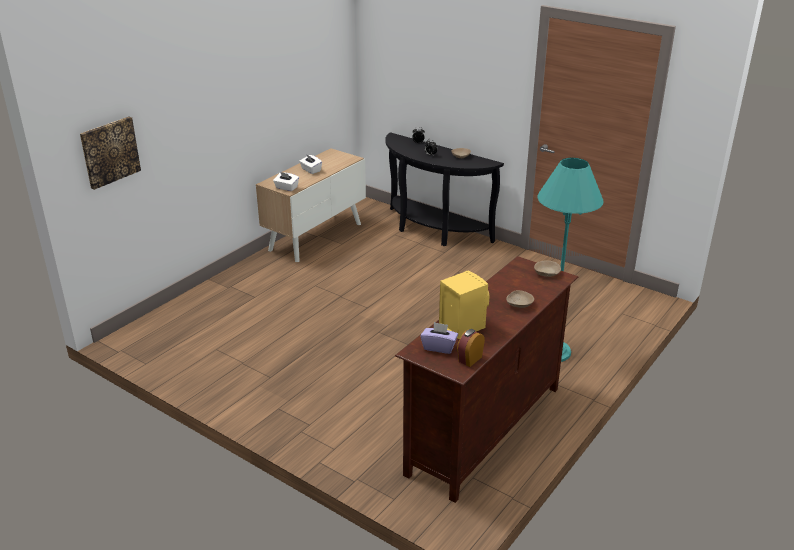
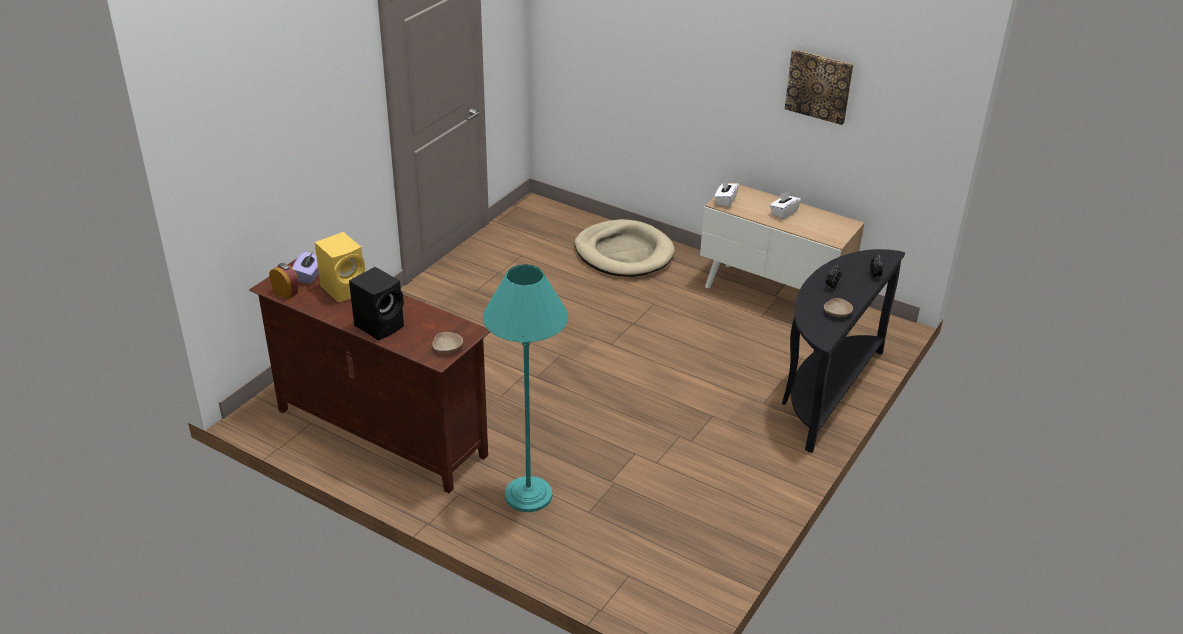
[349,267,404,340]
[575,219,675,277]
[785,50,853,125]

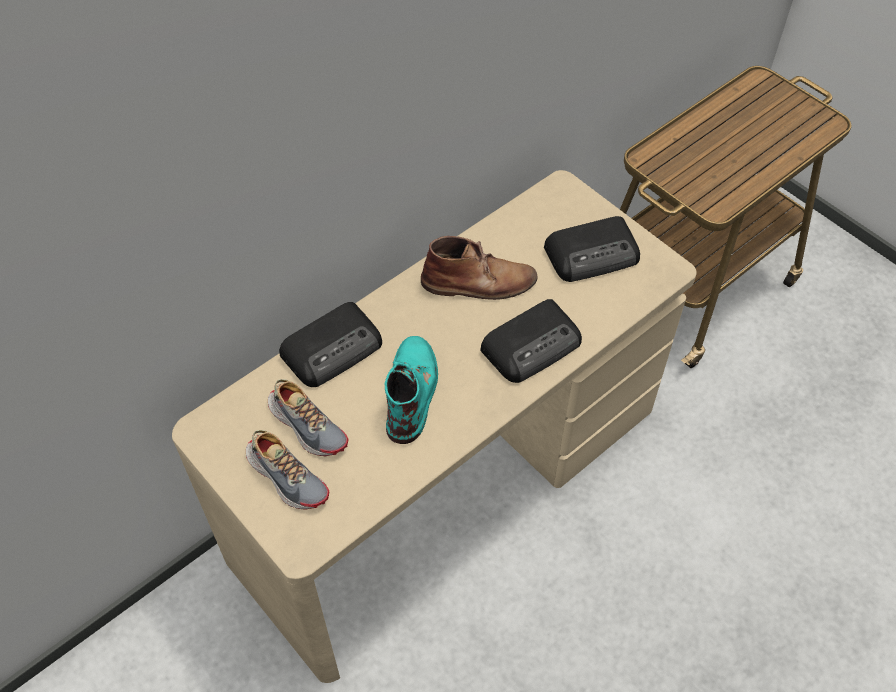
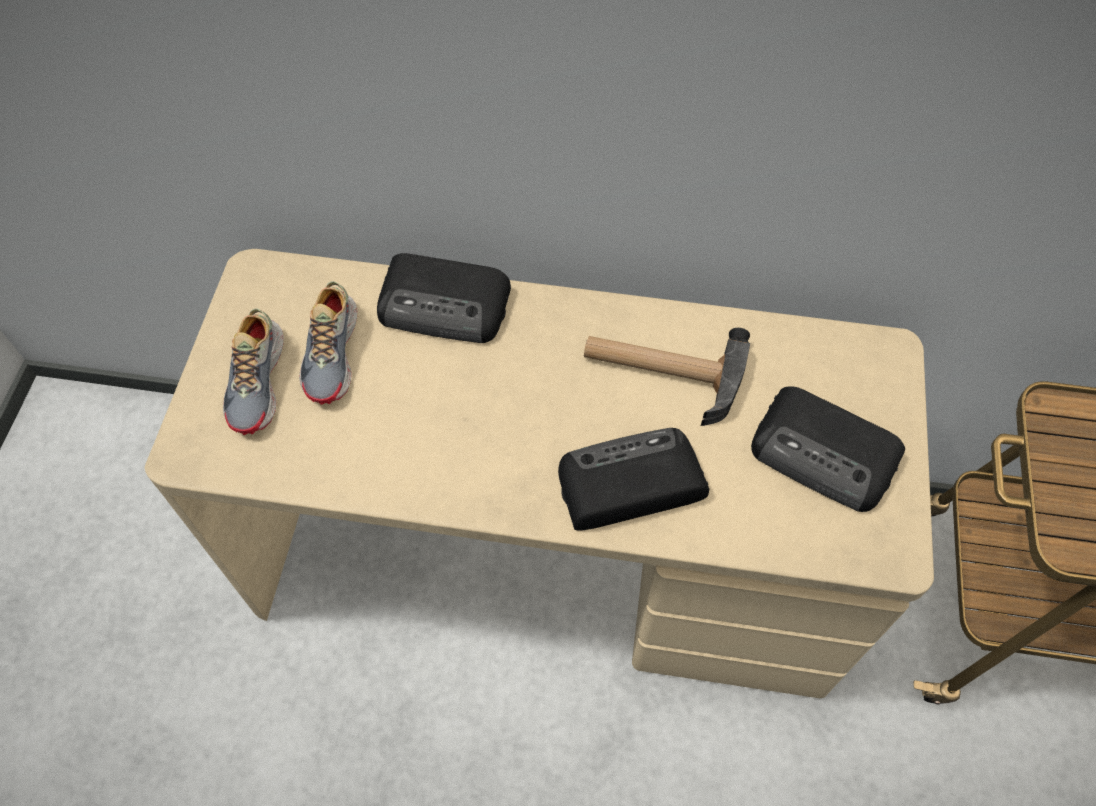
[558,428,709,531]
[584,328,750,426]
[385,336,438,444] (first image)

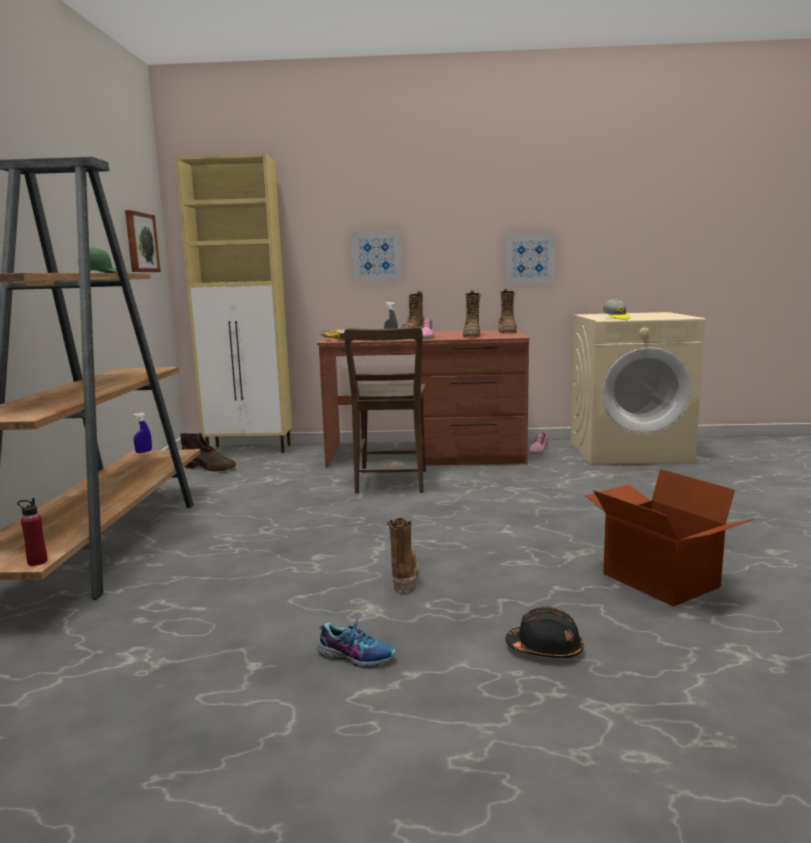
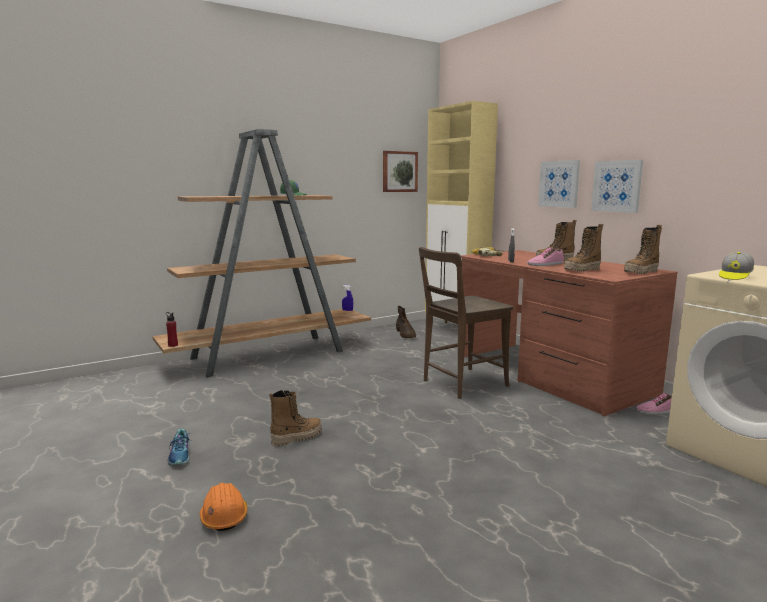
[200,483,247,531]
[591,160,643,213]
[585,469,754,607] (first image)

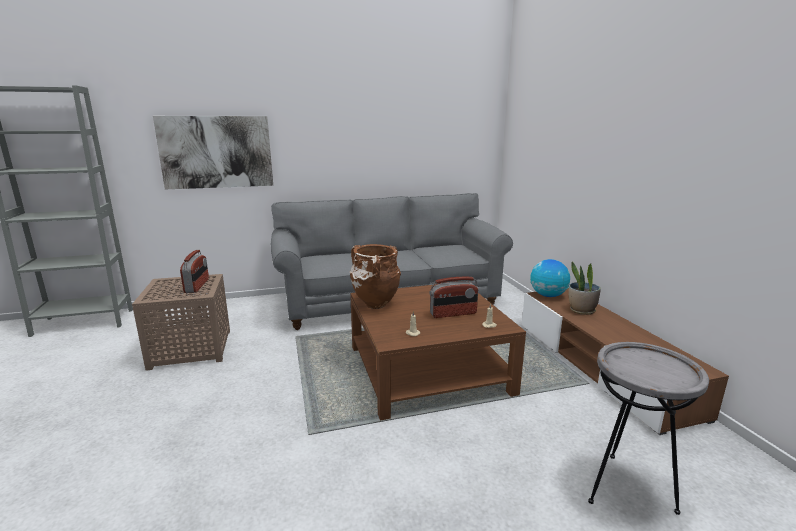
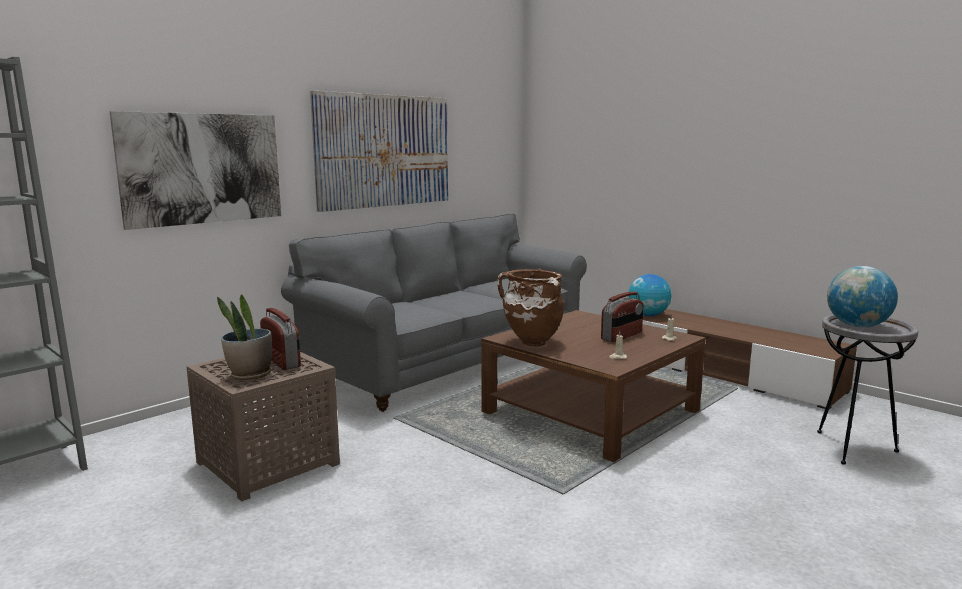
[217,294,272,380]
[310,91,448,212]
[827,266,898,328]

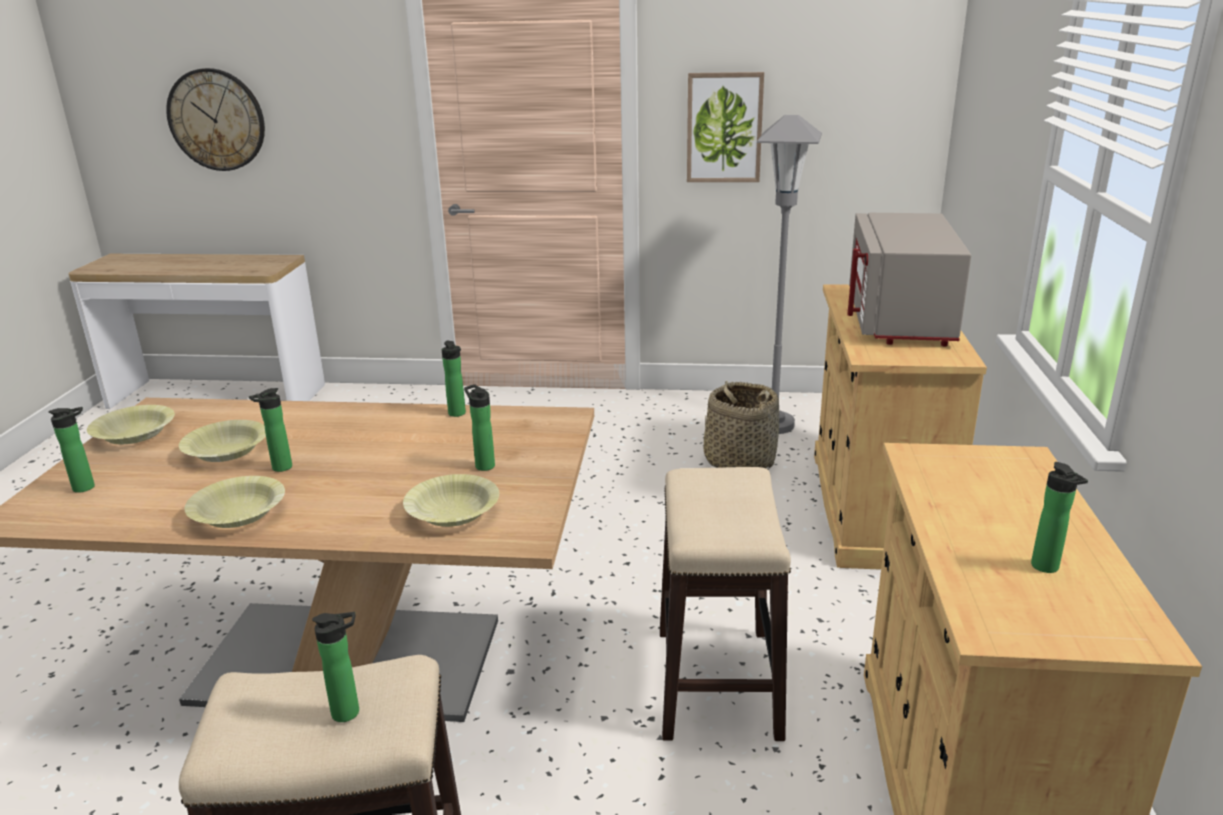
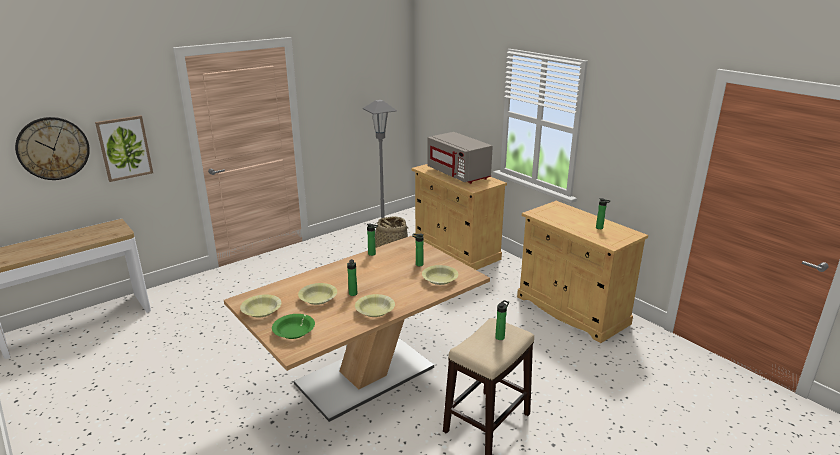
[95,115,153,182]
[272,314,315,339]
[660,467,791,741] (first image)

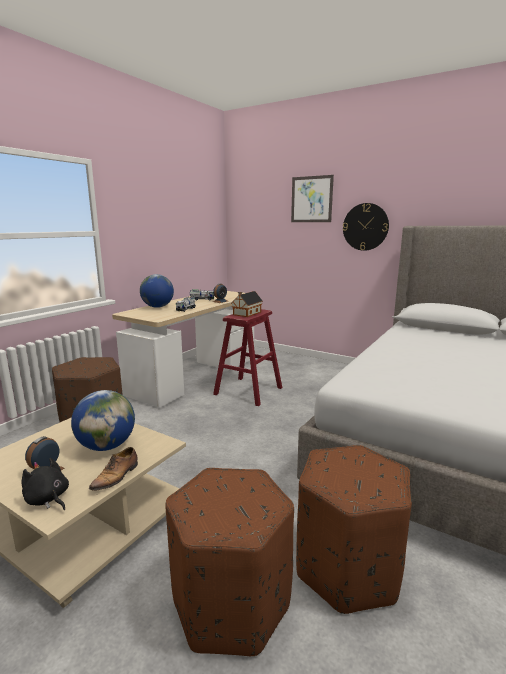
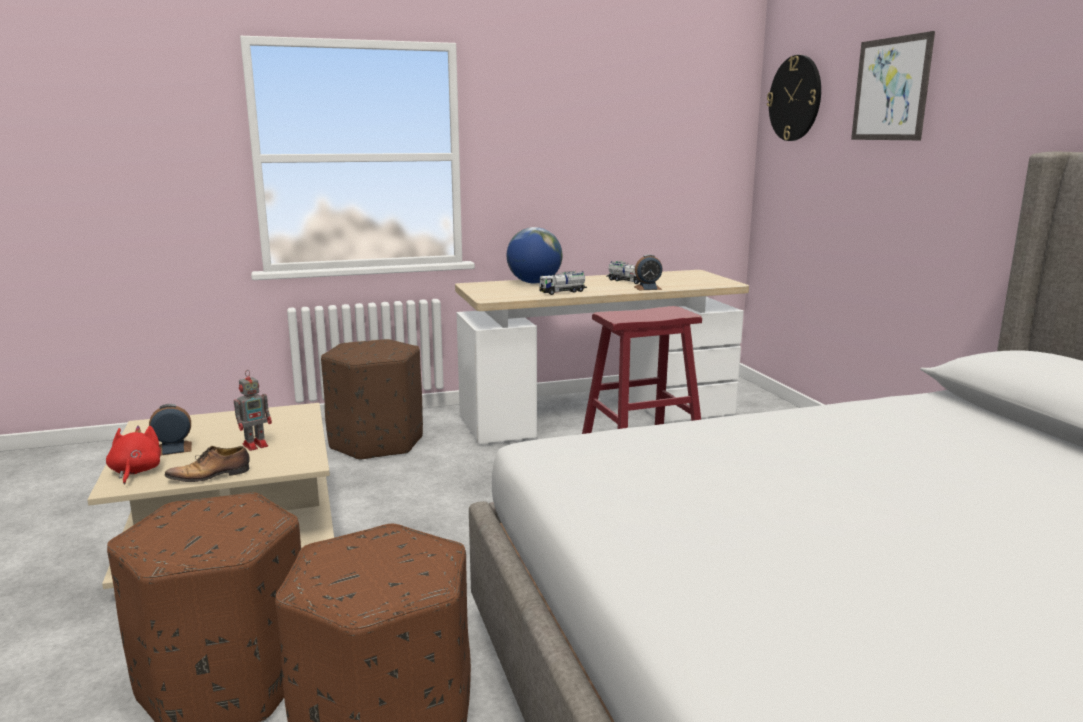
[106,426,161,484]
[234,370,272,451]
[767,55,821,141]
[231,291,263,317] (first image)

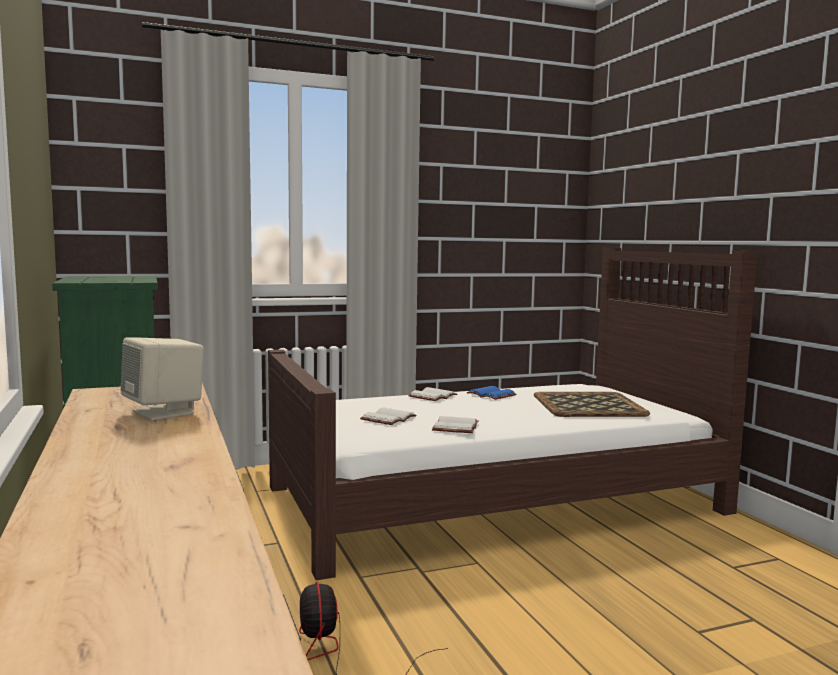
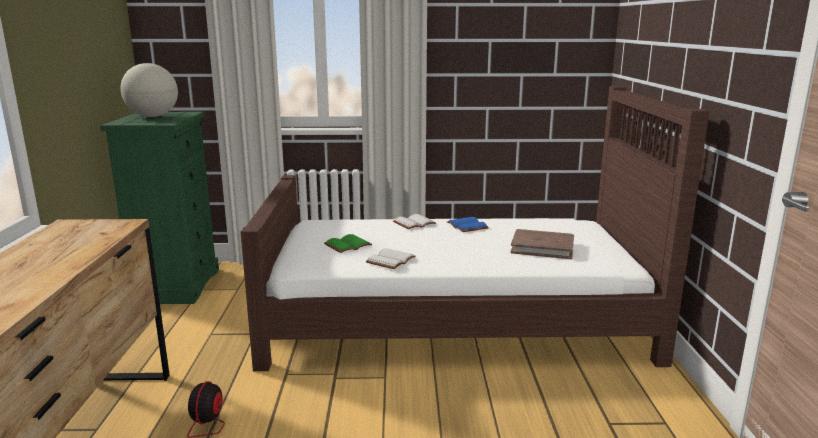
[121,63,178,117]
[324,234,372,253]
[510,229,574,259]
[121,337,204,421] (first image)

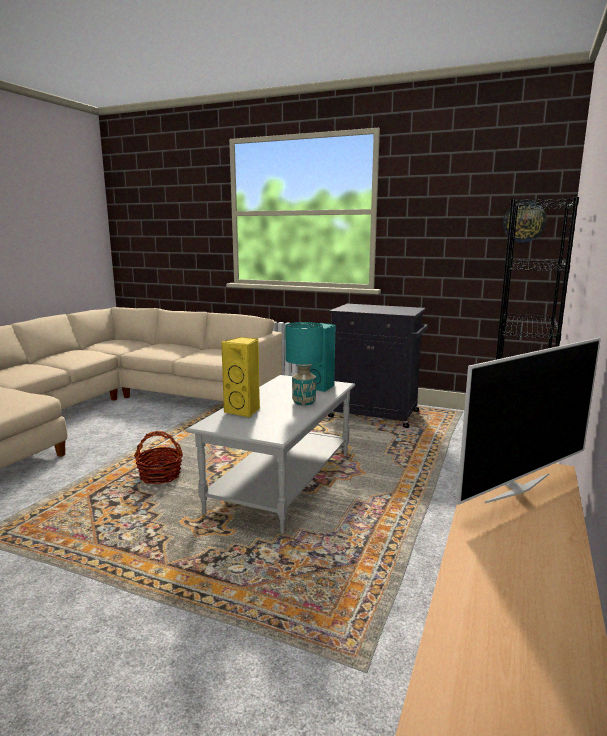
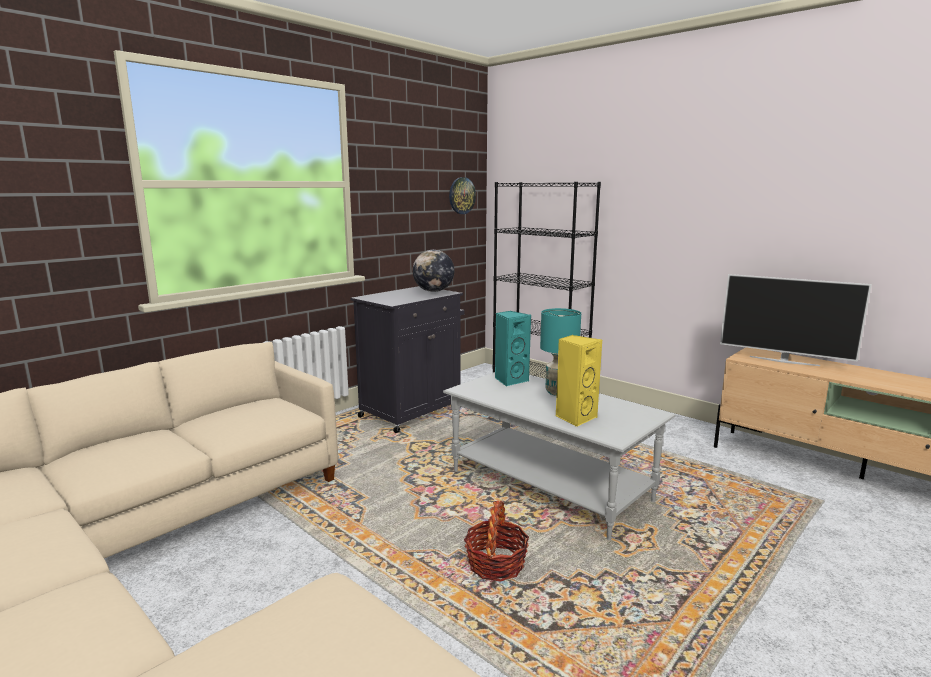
[413,250,454,292]
[720,274,872,366]

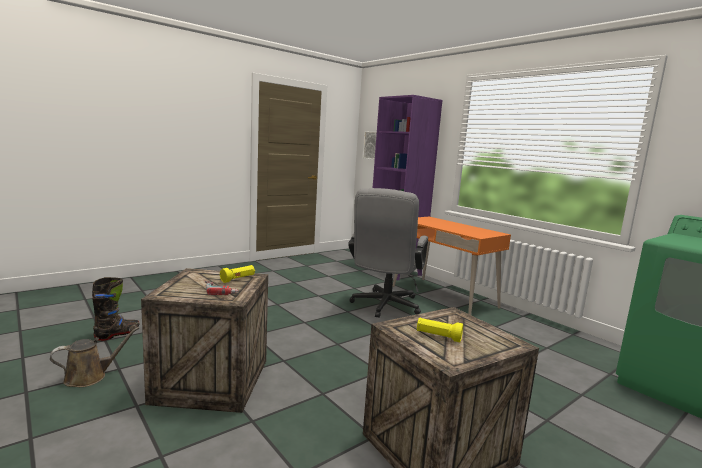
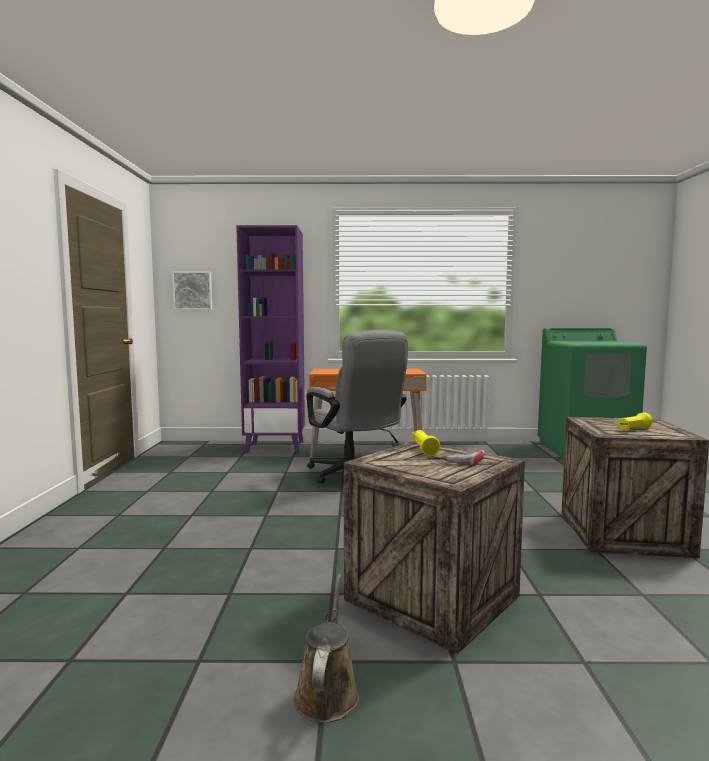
[92,277,140,341] (first image)

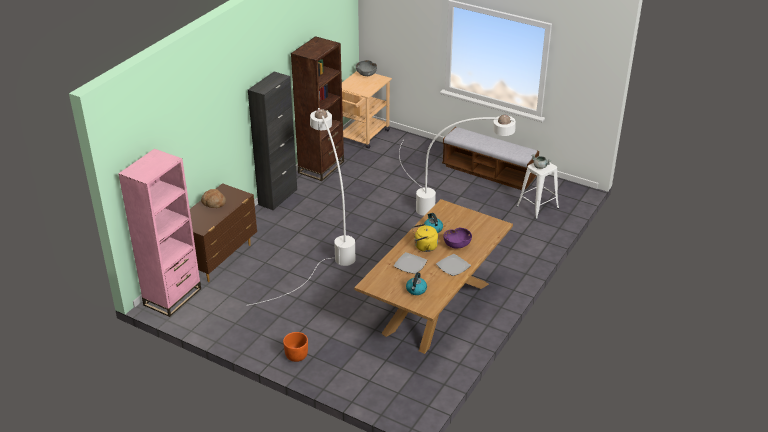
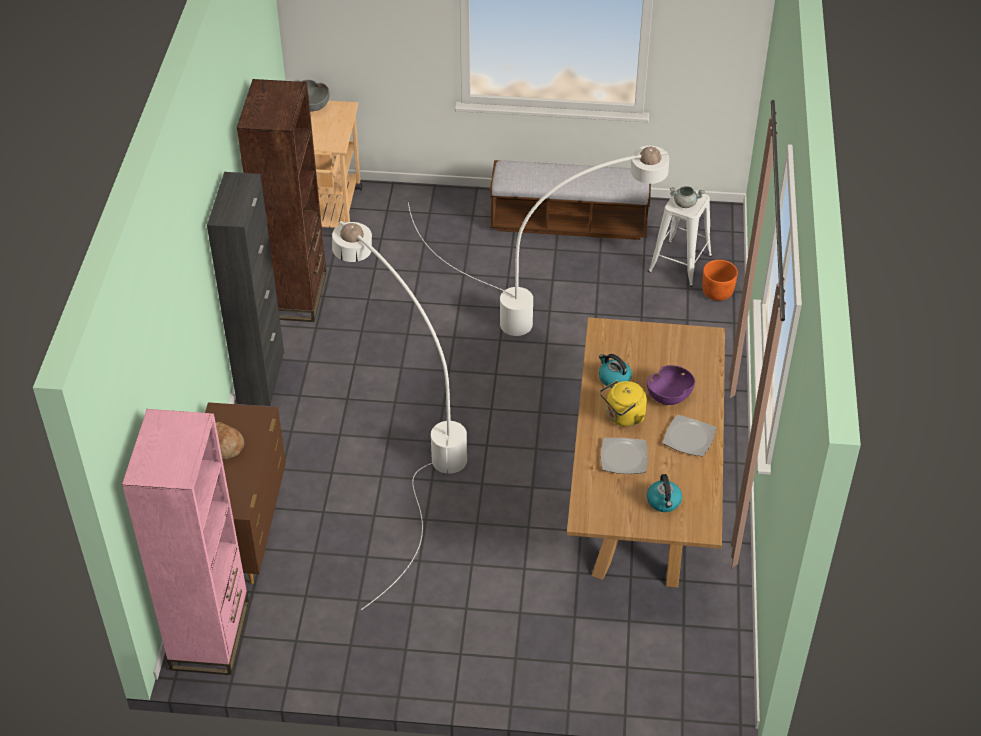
[702,260,738,301]

